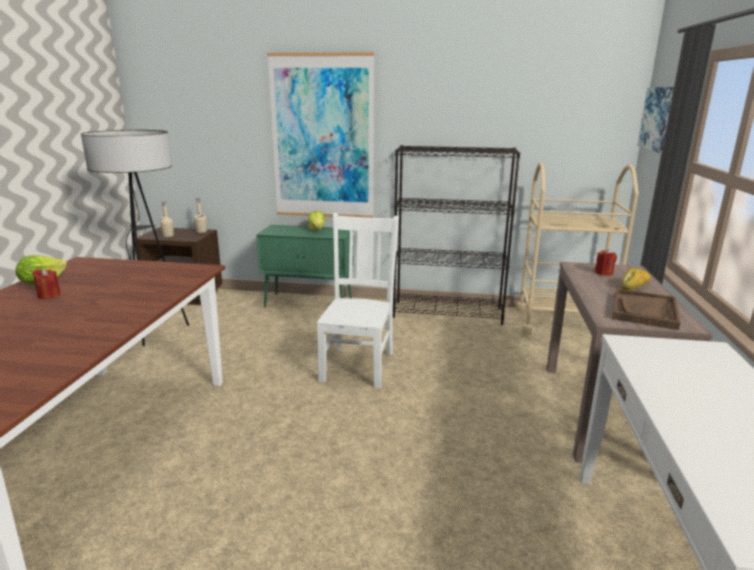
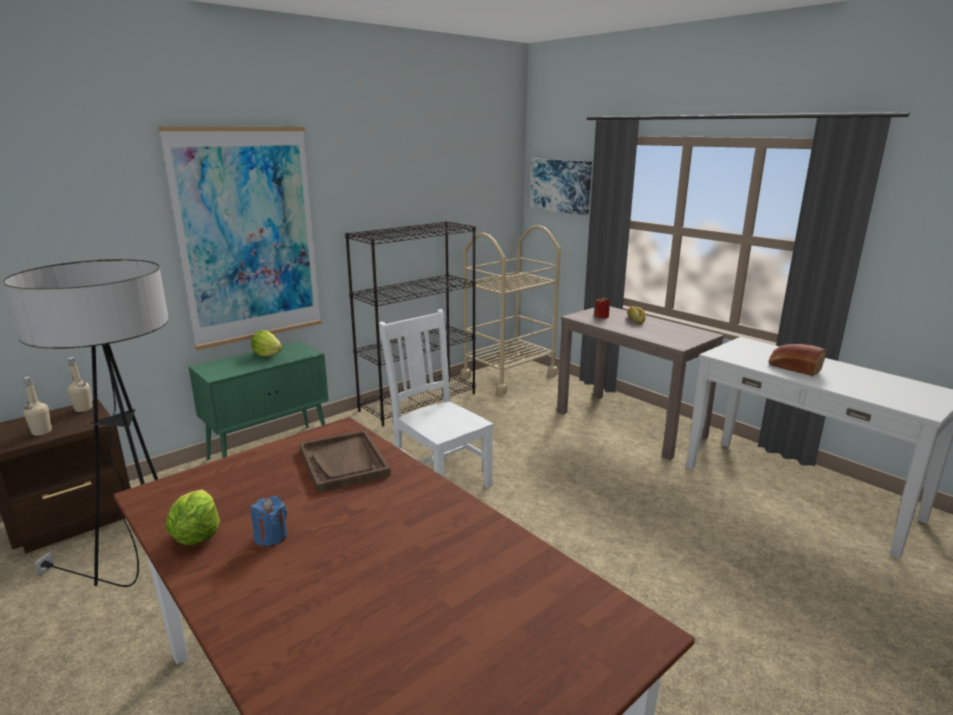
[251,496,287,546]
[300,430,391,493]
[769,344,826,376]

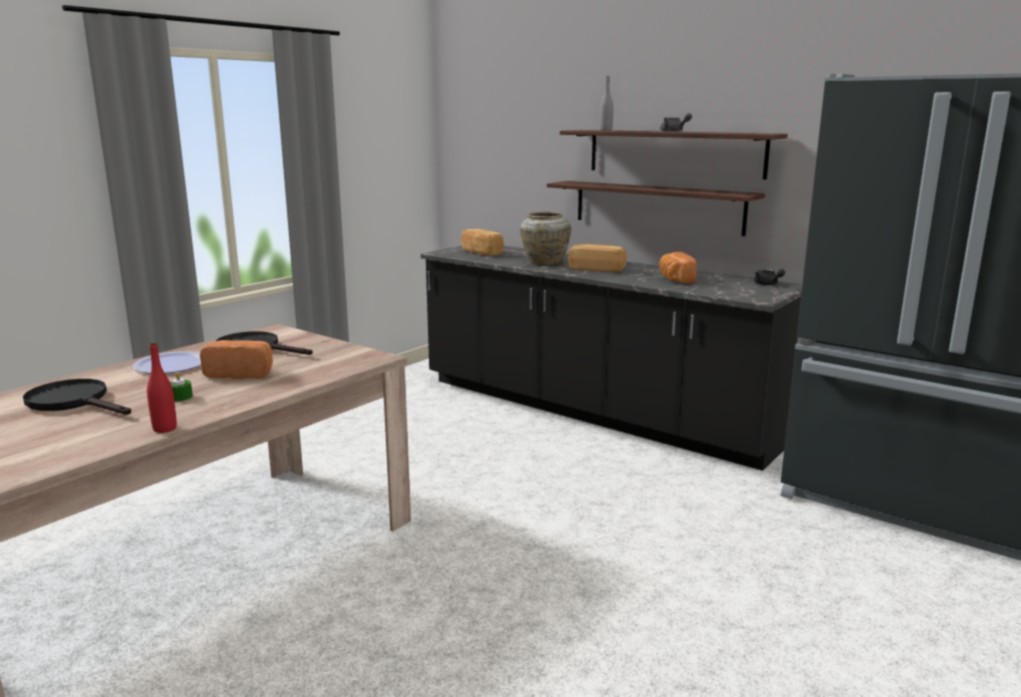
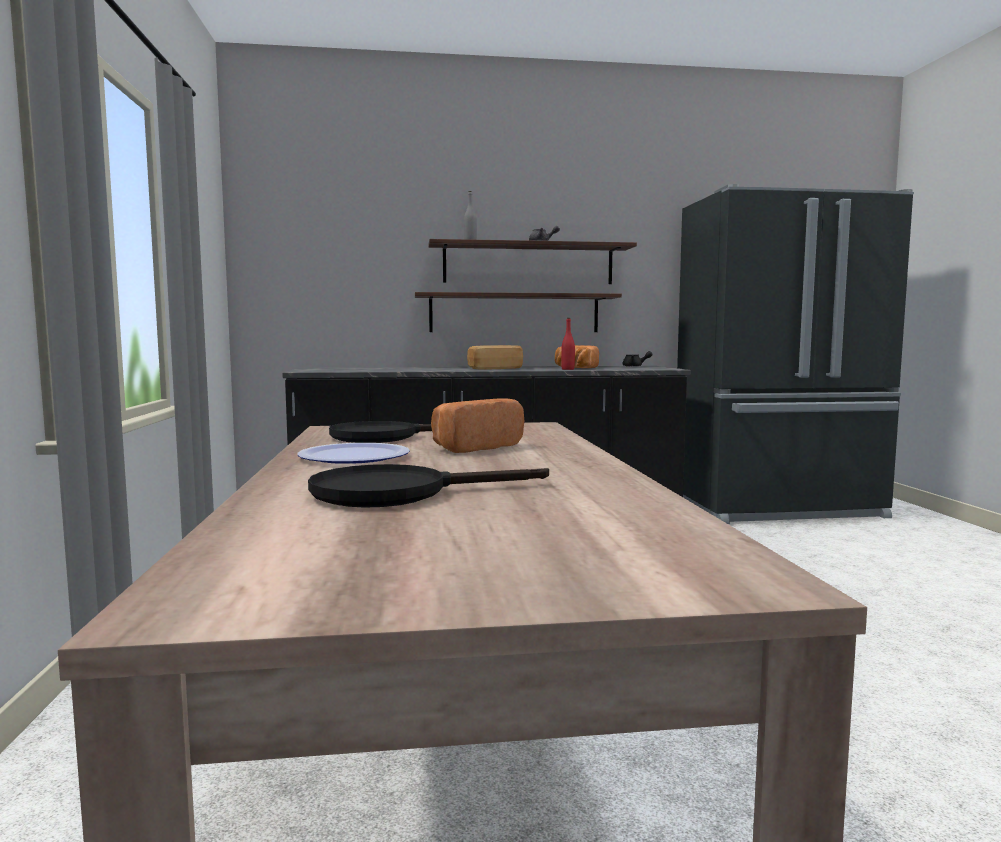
[561,318,575,370]
[170,372,193,402] (first image)
[461,228,504,256] (first image)
[520,212,571,265] (first image)

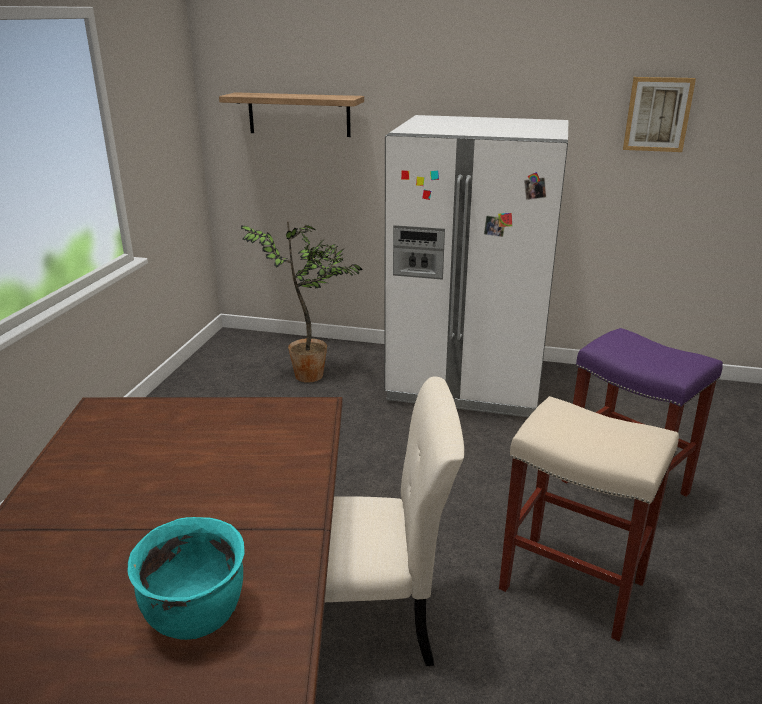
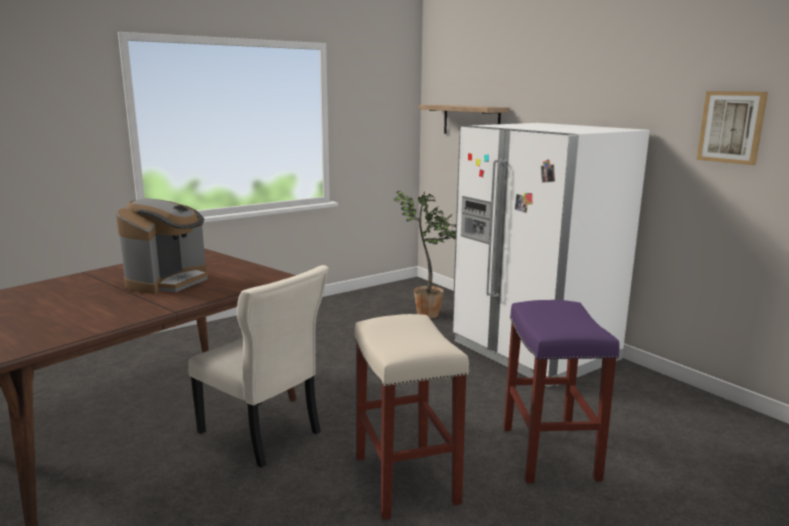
[116,198,208,294]
[128,517,245,640] (first image)

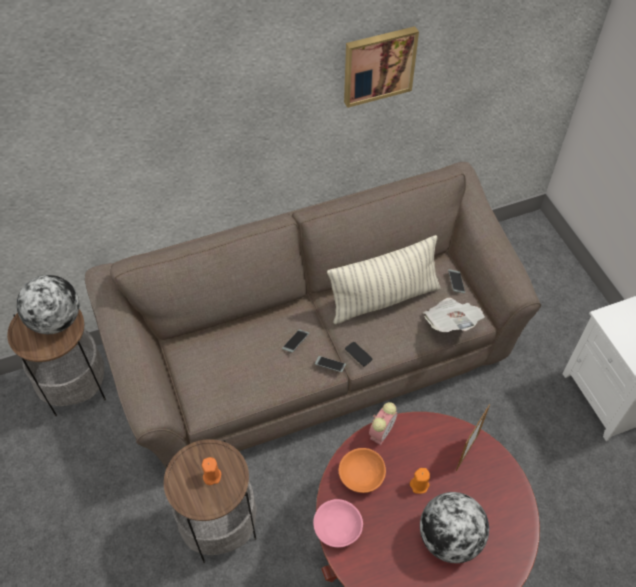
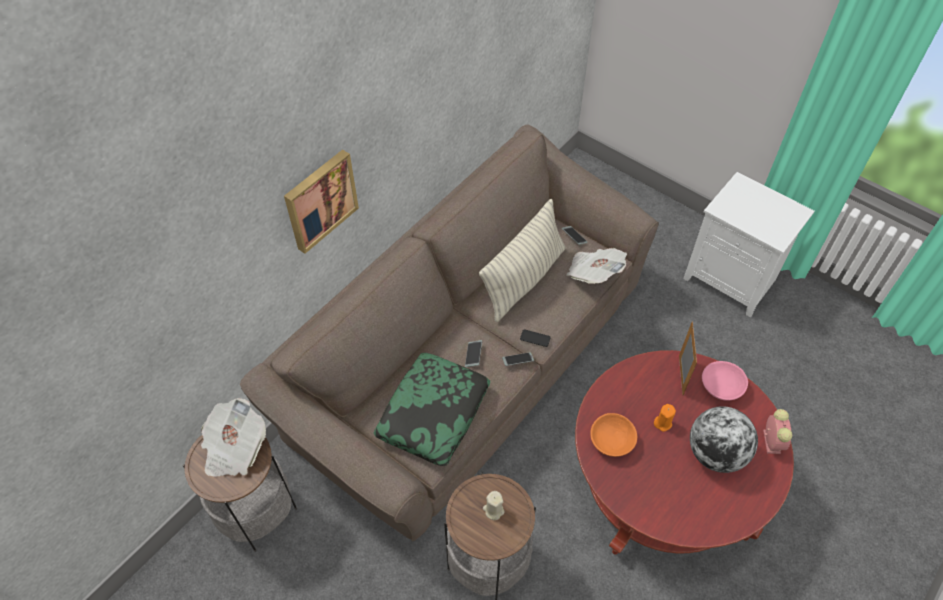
[201,398,266,476]
[284,149,359,254]
[373,353,491,466]
[483,491,504,520]
[702,361,748,401]
[763,409,792,454]

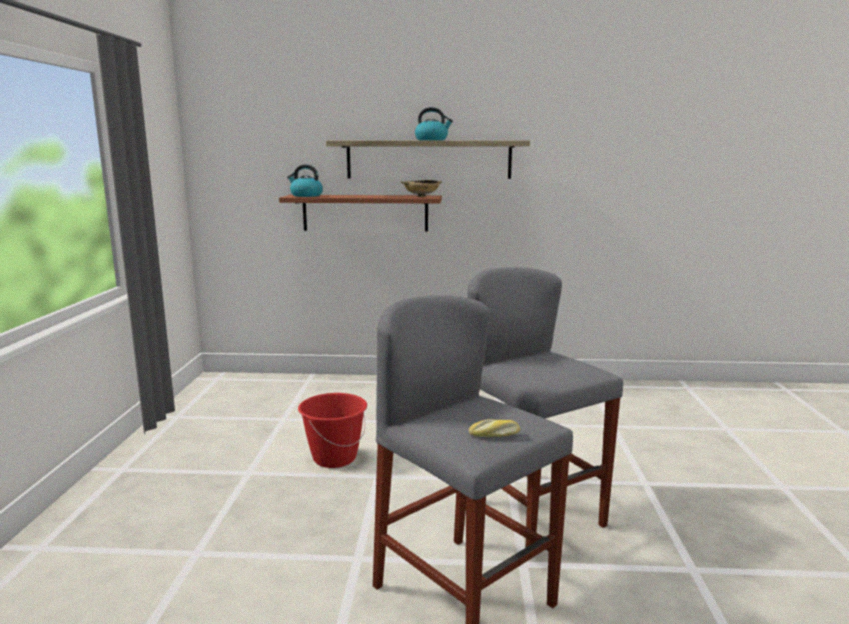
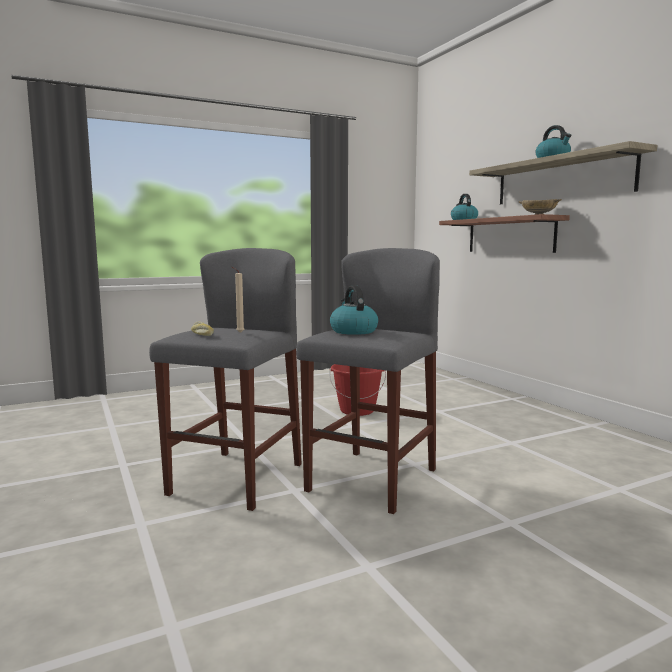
[232,267,244,333]
[330,285,378,335]

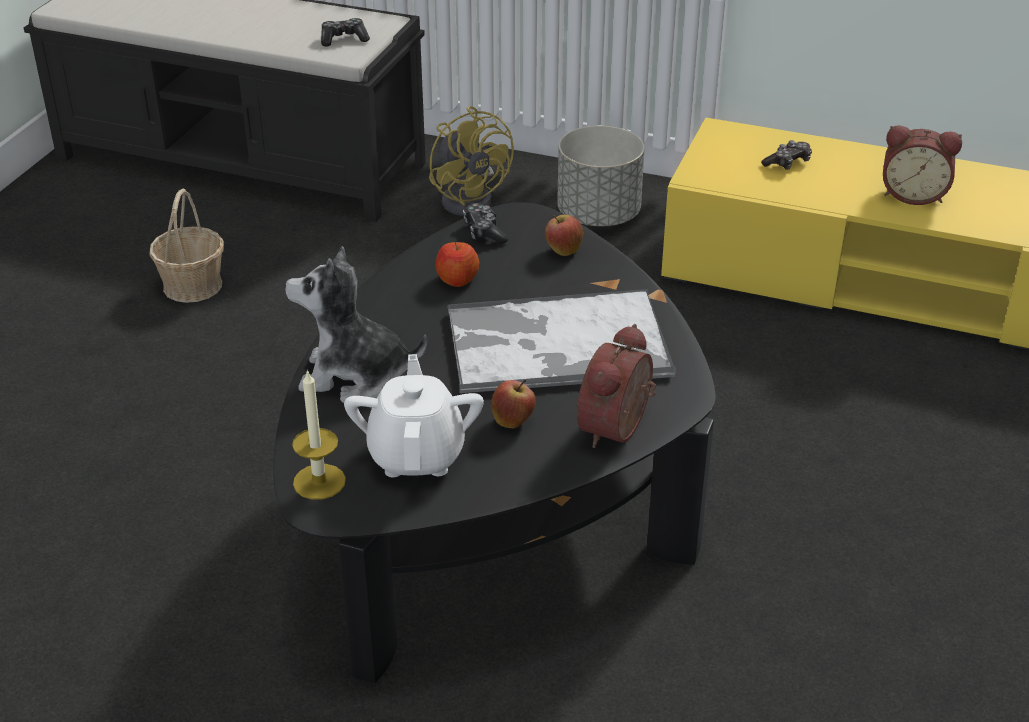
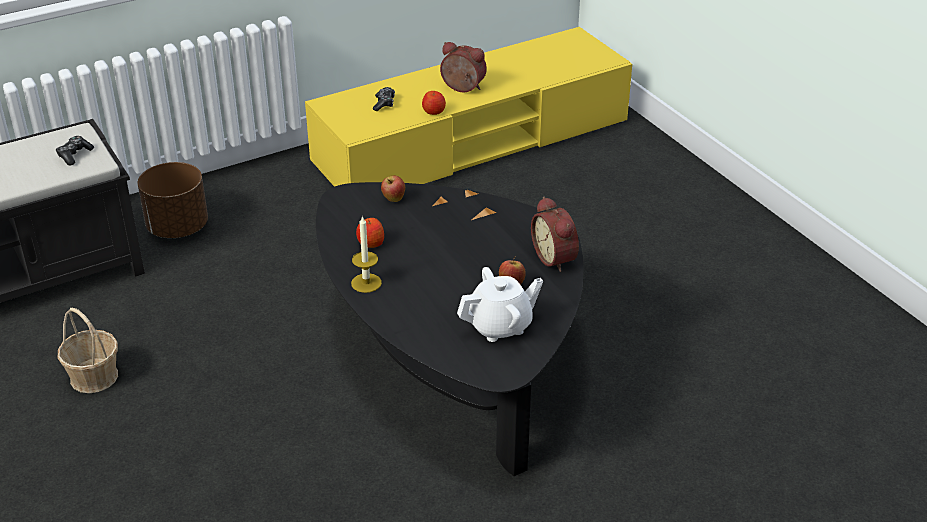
[138,162,208,238]
[351,215,382,293]
[422,91,446,115]
[440,42,487,92]
[457,267,543,342]
[285,246,427,403] (first image)
[448,289,676,394] (first image)
[463,203,508,244] (first image)
[557,125,645,226] (first image)

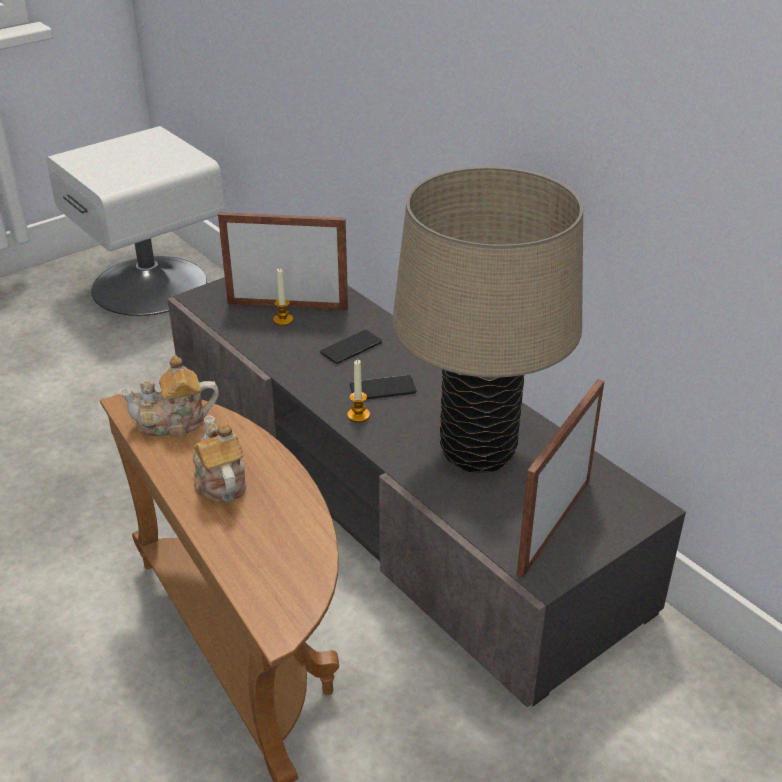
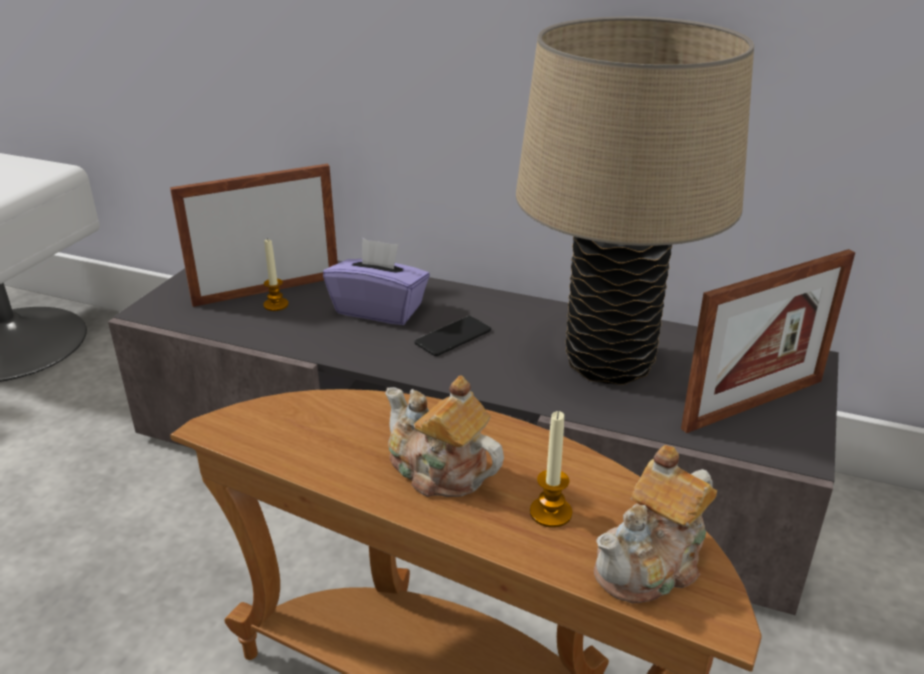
[323,238,430,325]
[530,411,572,528]
[594,445,717,603]
[681,249,855,433]

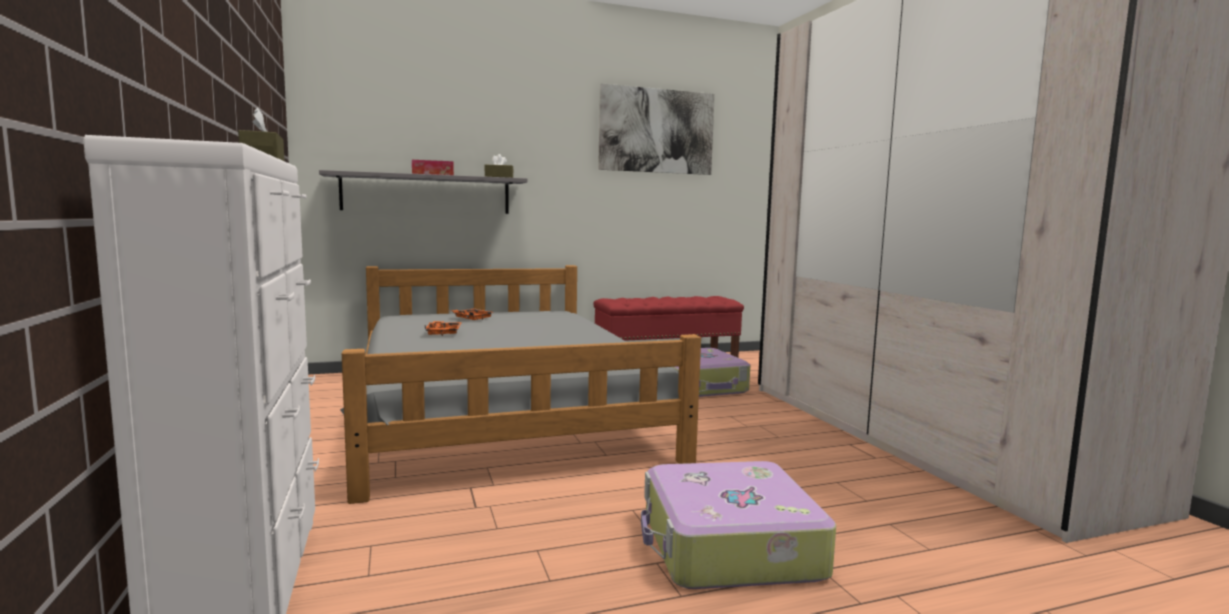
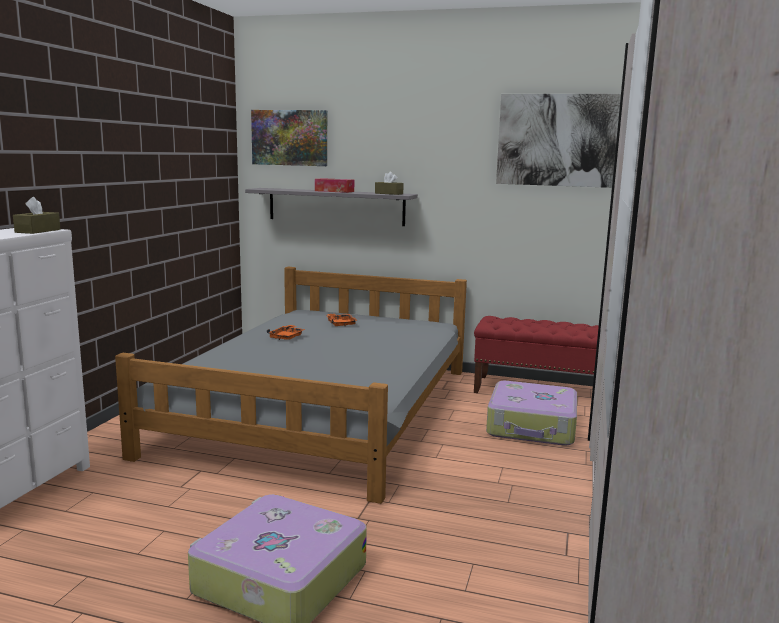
[251,110,327,166]

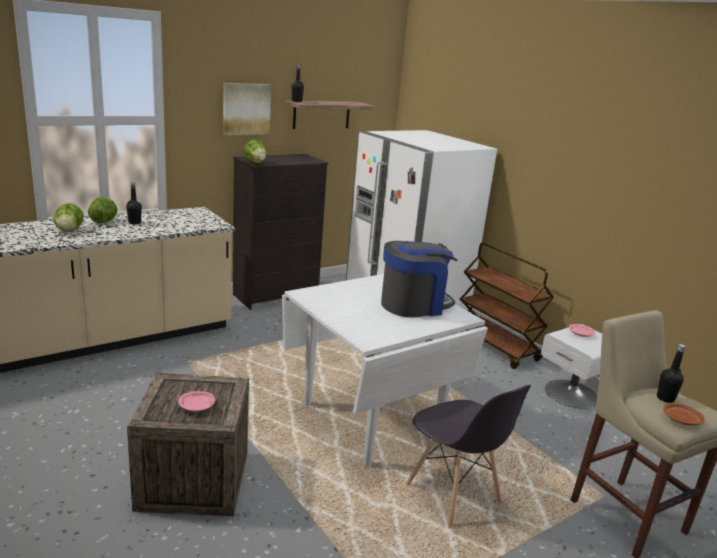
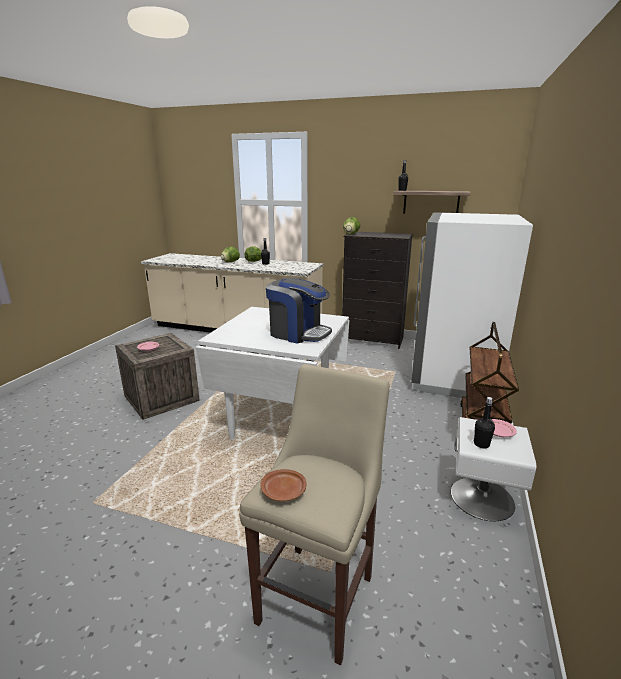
[474,397,495,449]
[223,83,271,135] (first image)
[406,385,531,528] (first image)

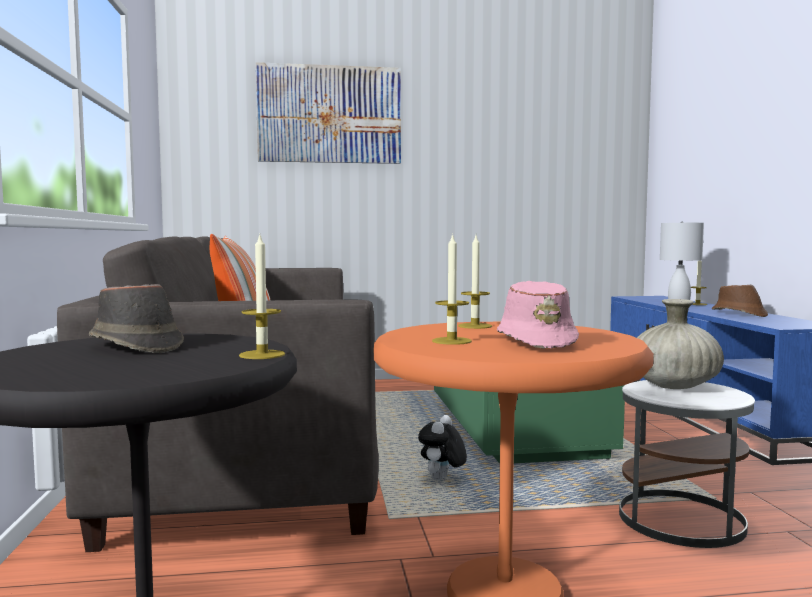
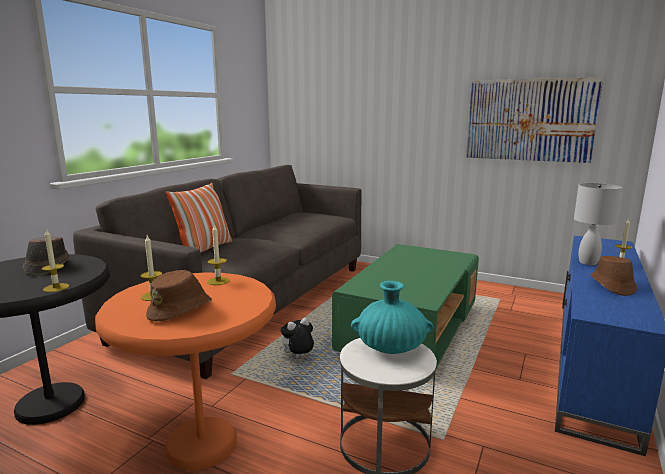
[146,270,212,322]
[351,281,433,354]
[466,77,603,163]

